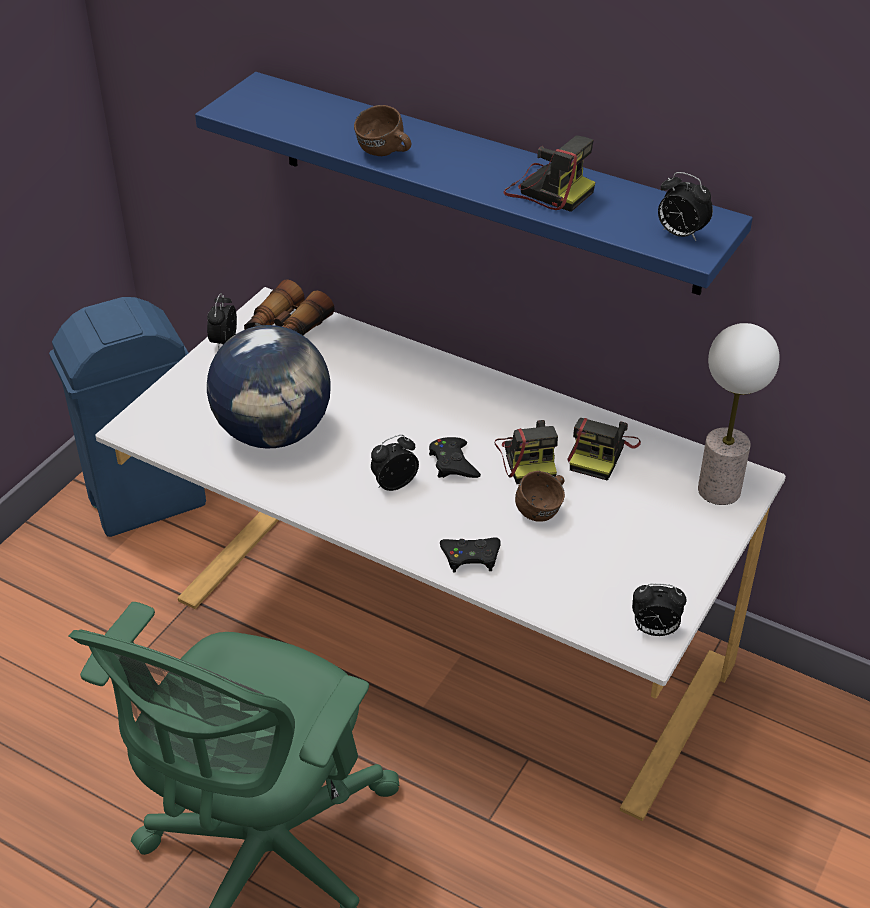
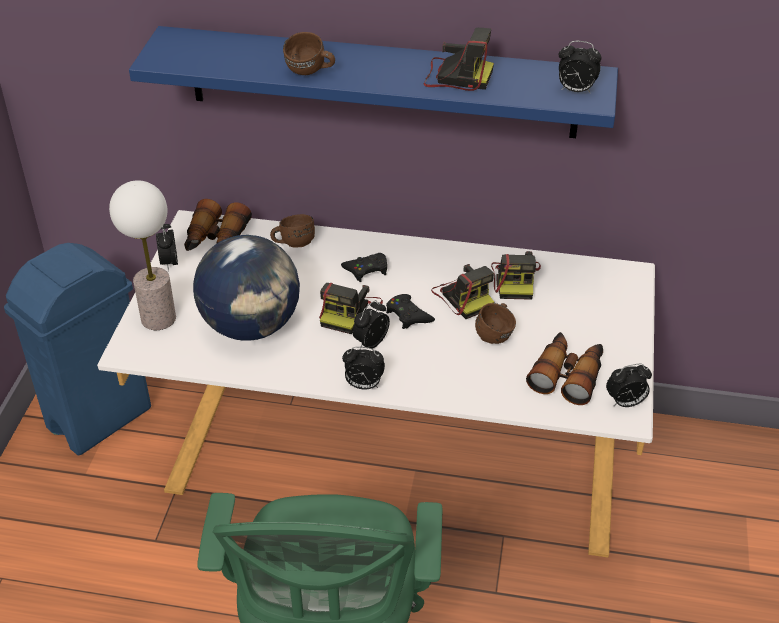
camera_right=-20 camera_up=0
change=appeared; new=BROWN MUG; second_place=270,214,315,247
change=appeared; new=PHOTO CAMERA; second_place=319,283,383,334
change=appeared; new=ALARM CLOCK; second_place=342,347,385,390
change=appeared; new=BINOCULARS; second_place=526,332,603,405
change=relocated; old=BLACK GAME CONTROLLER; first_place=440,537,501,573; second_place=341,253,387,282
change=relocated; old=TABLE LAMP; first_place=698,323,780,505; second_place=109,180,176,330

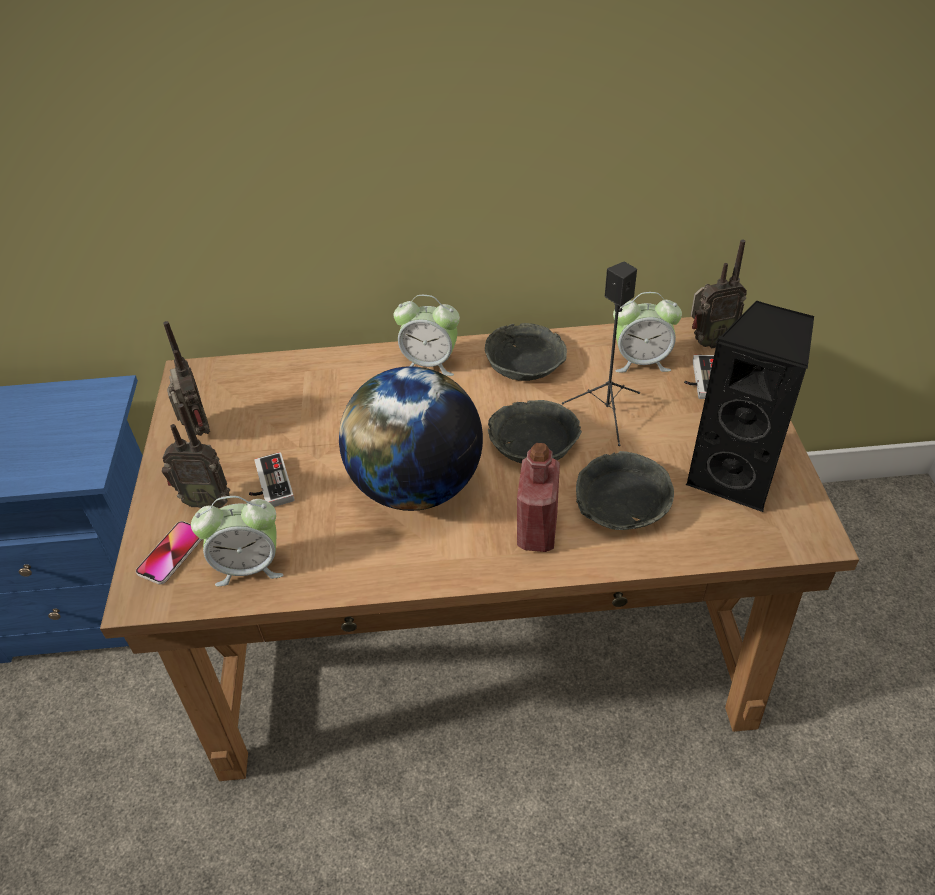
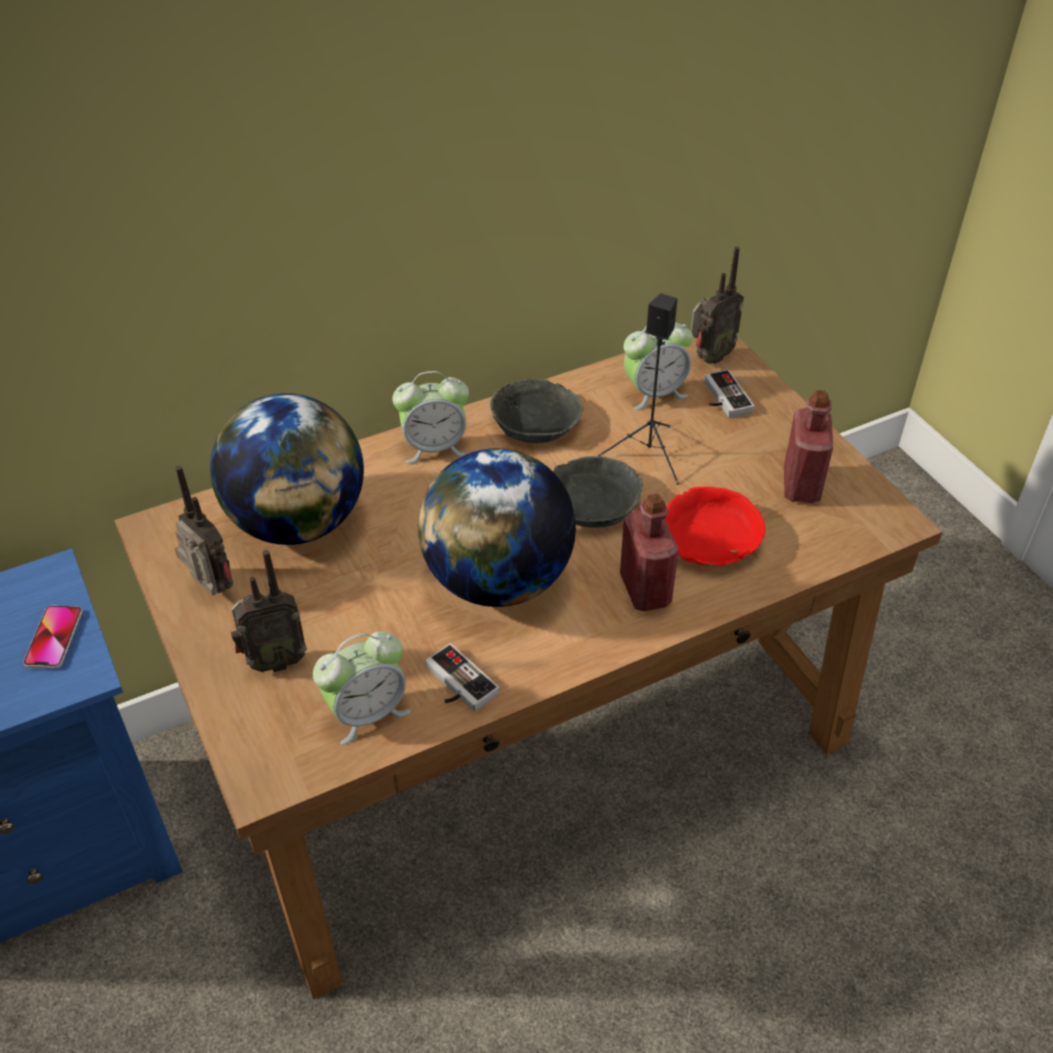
camera_right=-25 camera_up=0
change=appeared; new=GLOBE; second_place=210,393,364,545
change=relocated; old=PHONE; first_place=136,521,202,585; second_place=23,605,83,669
change=relocated; old=GAME CONTROLLER; first_place=249,452,294,507; second_place=425,643,499,712
change=exchanged; old=BLACK SPEAKER; new=RED BOTTLE; first_place=685,300,814,512; second_place=784,390,833,503
change=colour; old=GREY BOWL; new=RED BOWL; first_place=576,451,674,530; second_place=665,487,765,566

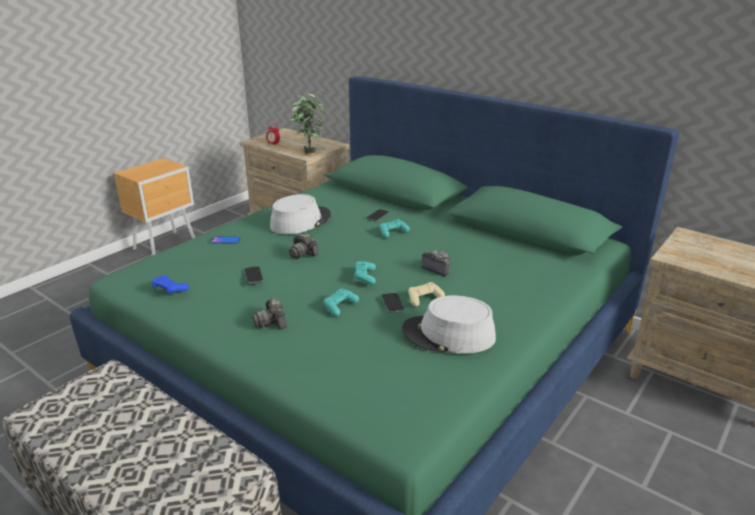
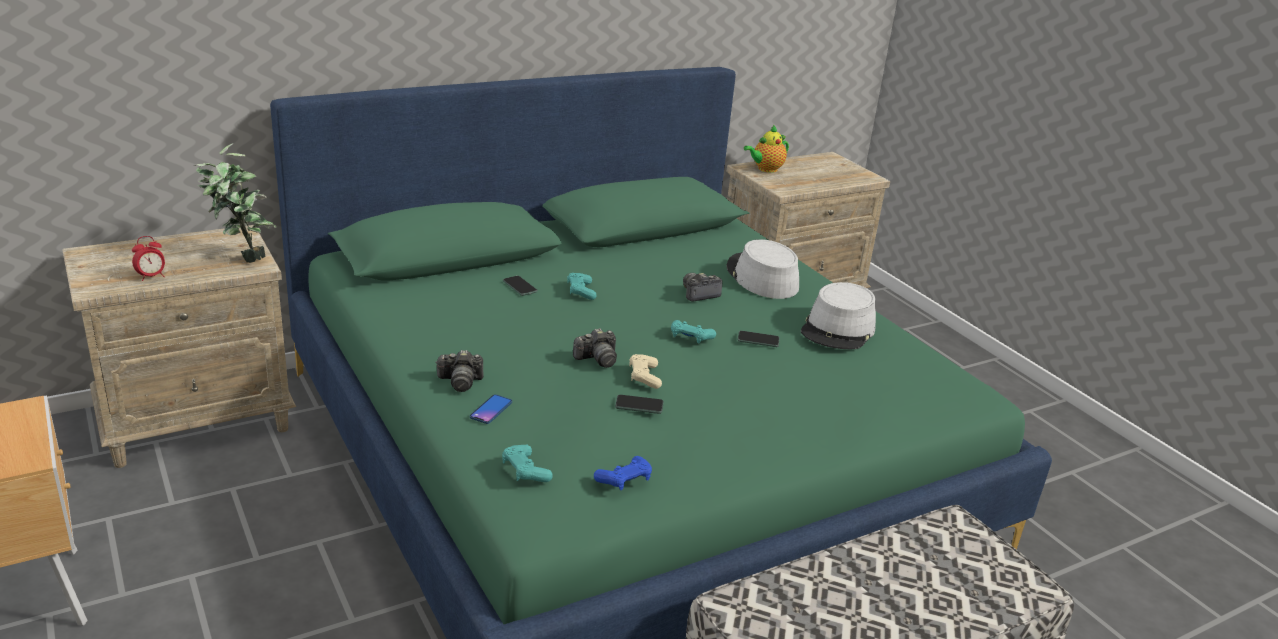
camera_right=-70 camera_up=0
change=appeared; new=TEAPOT; second_place=744,125,789,173
change=relocated; old=PHOTO CAMERA; first_place=252,298,287,329; second_place=435,350,484,392
change=relocated; old=GREY HAT; first_place=270,194,331,234; second_place=726,239,799,299
change=relocated; old=TURQUOISE GAME CONTROLLER; first_place=323,289,359,316; second_place=502,445,553,482
change=relocated; old=BEIGE GAME CONTROLLER; first_place=408,282,445,307; second_place=629,354,662,389

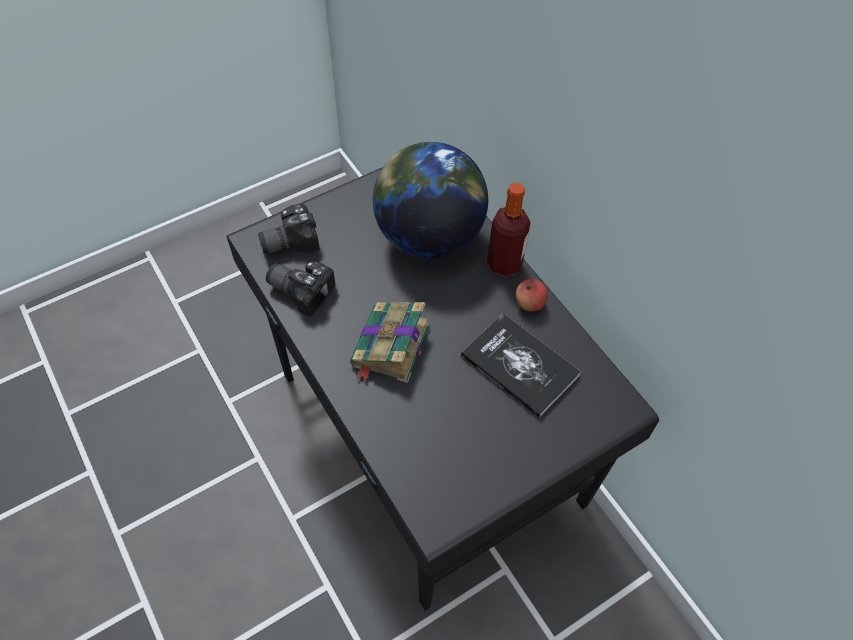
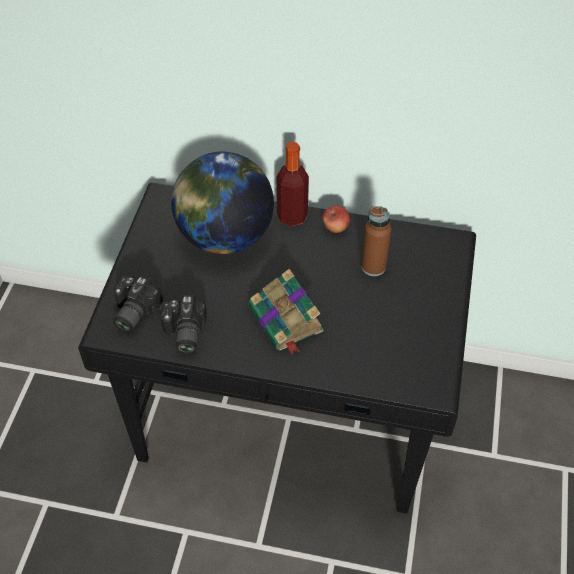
camera_right=-45 camera_up=-5
change=exchanged; old=BOOK; new=BROWN BOTTLE; first_place=461,313,581,418; second_place=361,206,391,276
change=spun; old=PHOTO CAMERA; first_place=266,261,335,317; second_place=159,295,207,355; degrees=-75

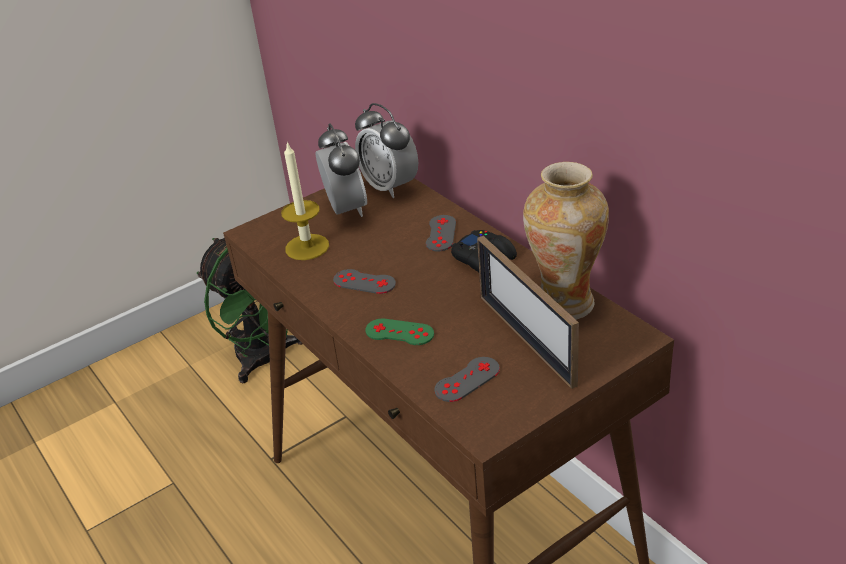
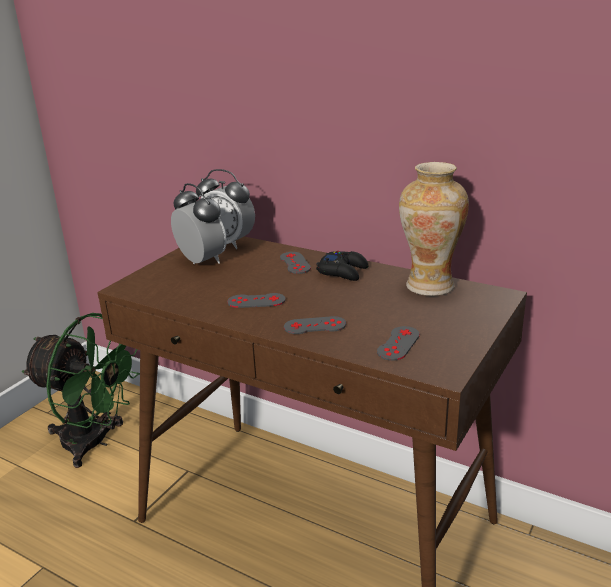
camera_right=-25 camera_up=-10
change=missing; old=CANDLE; first_place=281,141,329,260
change=missing; old=PICTURE FRAME; first_place=477,236,579,389
change=colour; old=GREEN GAME CONTROLLER; new=GREY GAME CONTROLLER; first_place=365,319,434,345; second_place=284,316,346,334

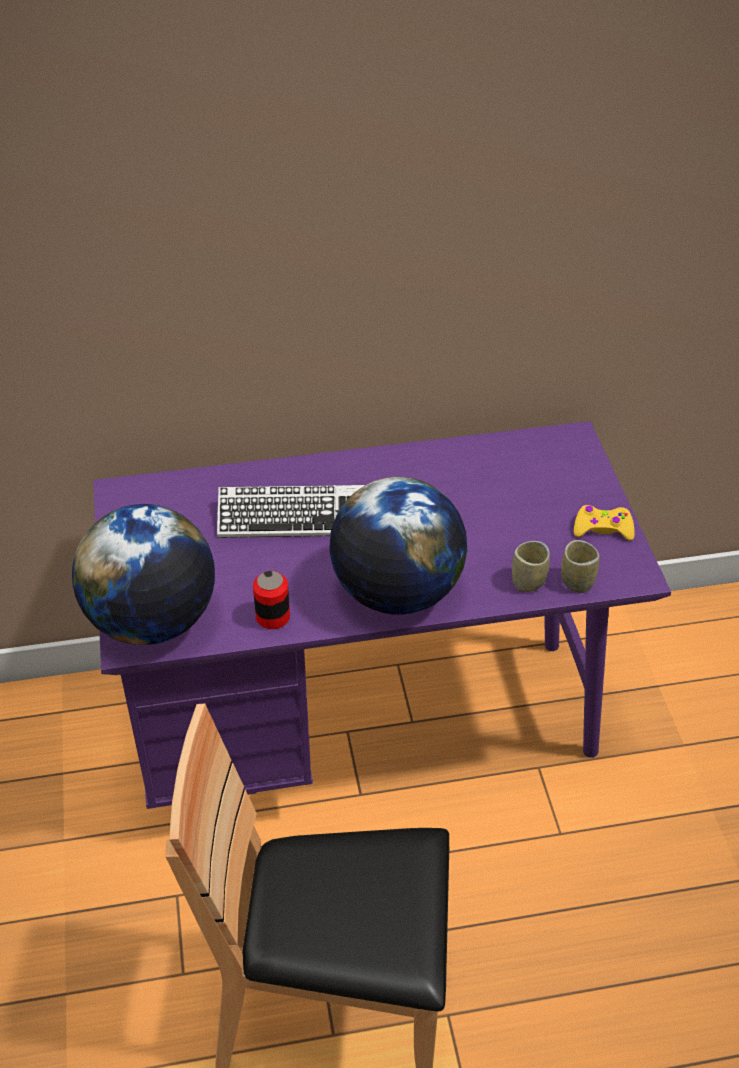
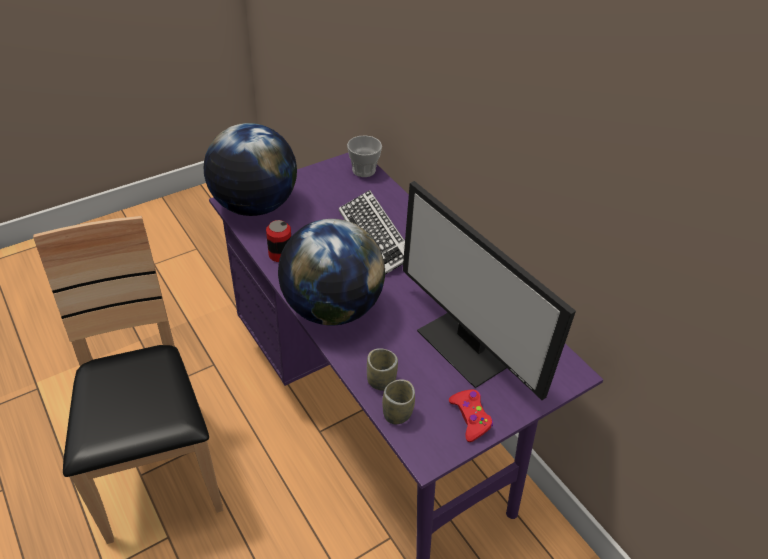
camera_right=65 camera_up=0
change=appeared; new=CUP; second_place=347,135,382,177
change=appeared; new=MONITOR; second_place=403,181,576,400
change=colour; old=YELLOW GAME CONTROLLER; new=RED GAME CONTROLLER; first_place=574,505,634,541; second_place=449,390,493,442

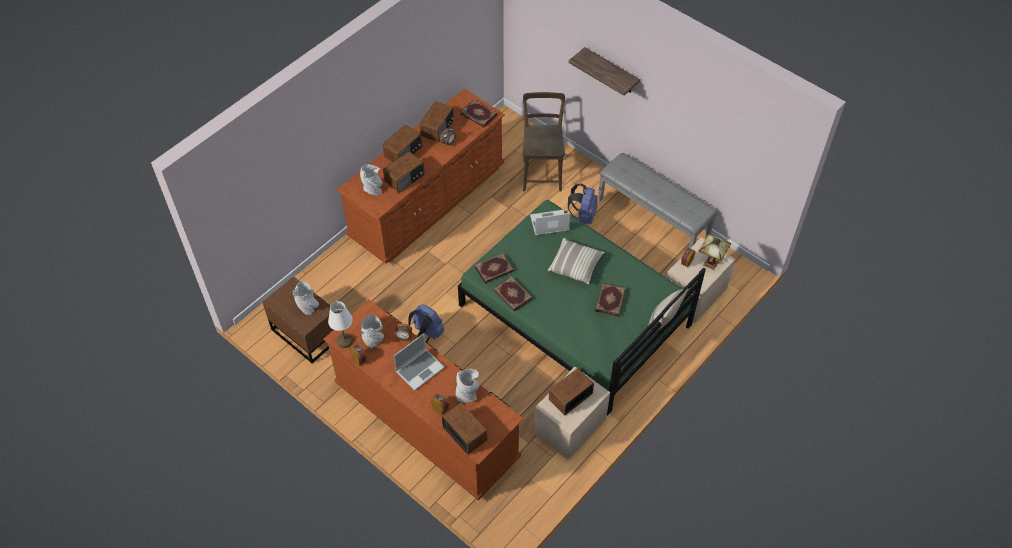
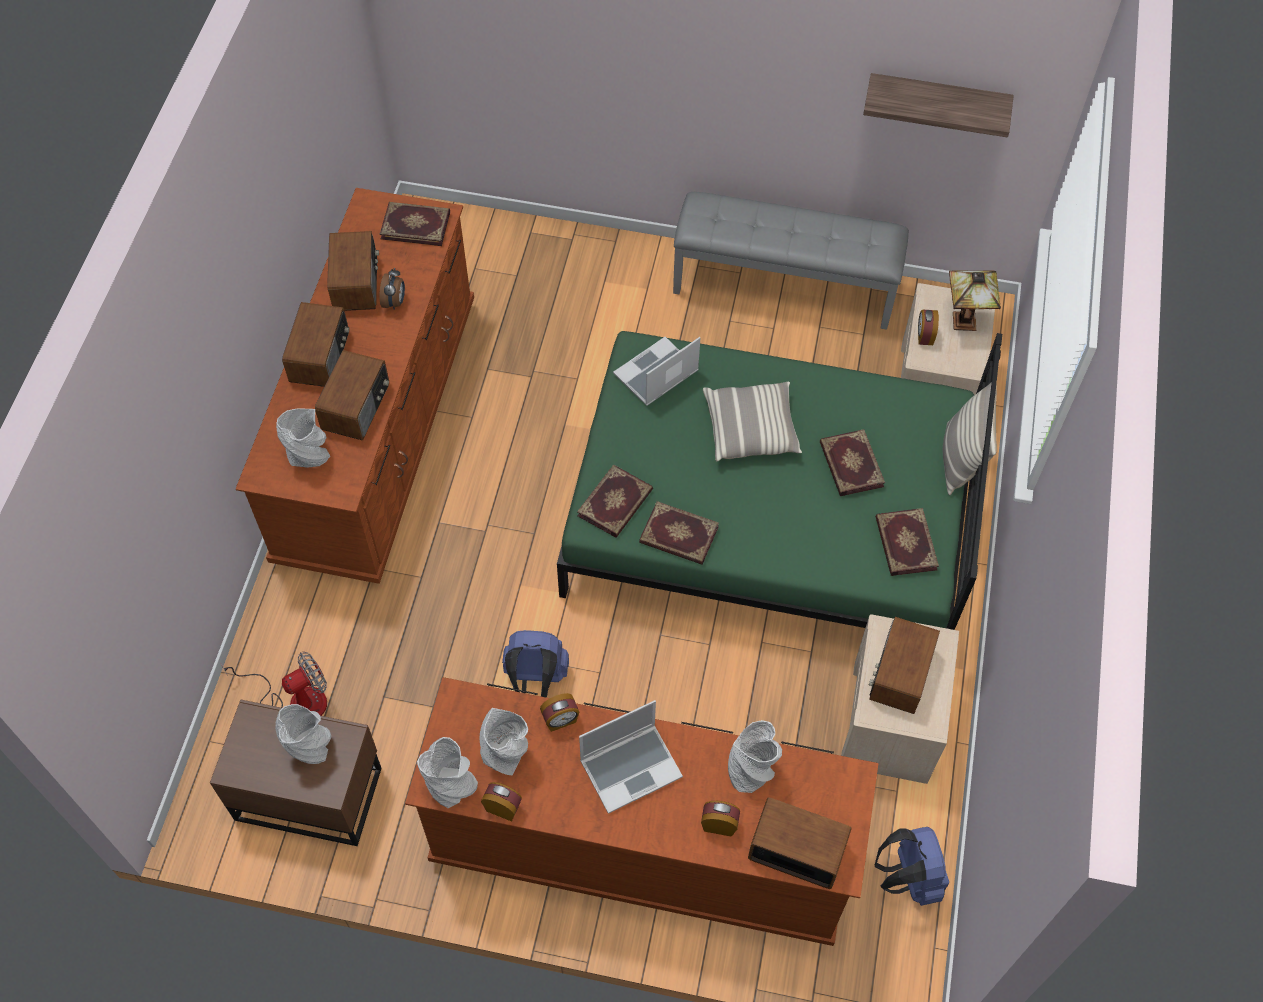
camera_right=-30 camera_up=5
change=missing; old=BROWN CHAIR; first_place=522,92,565,192
change=appeared; new=FAN; second_place=220,652,327,716
change=appeared; new=BOOK; second_place=875,508,939,576
change=relocated; old=BLUE BACKPACK; first_place=568,183,598,224; second_place=875,827,949,906
change=relocated; old=SHELF; first_place=569,47,640,96; second_place=863,73,1014,137
change=exchanged; old=WHITE TABLE LAMP; new=GREY VASE; first_place=328,301,353,348; second_place=417,737,478,808
change=spun; old=LAPTOP; first_place=393,333,445,391; second_place=579,700,683,814; degrees=45

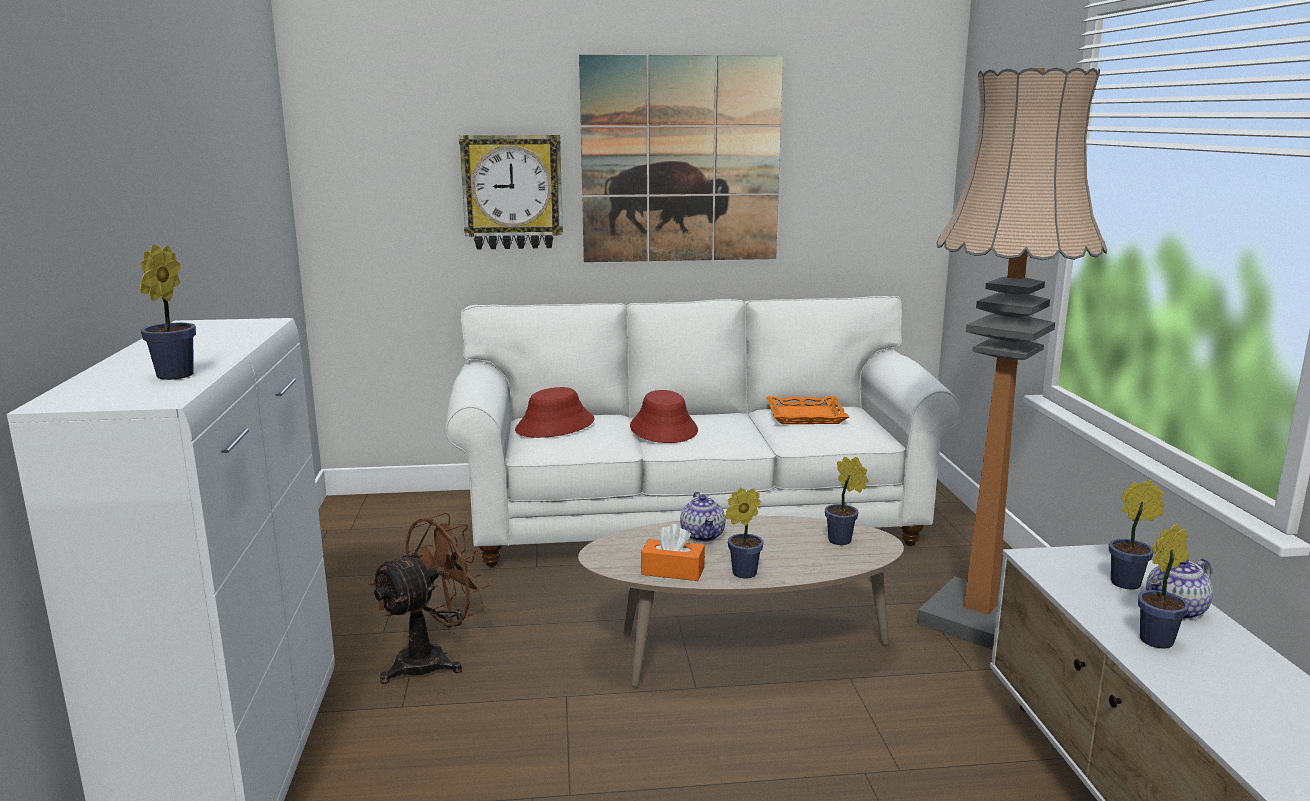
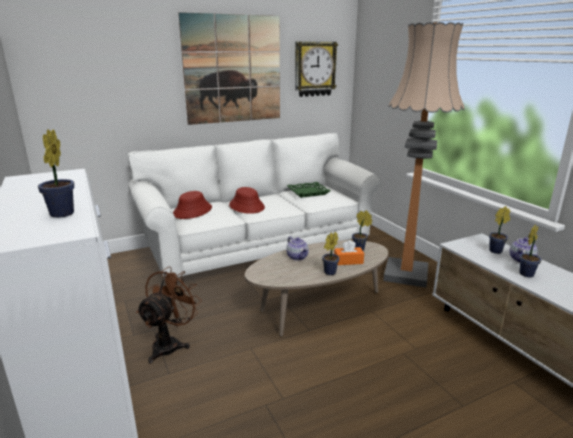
camera_right=-20 camera_up=5
change=relocated; old=WALL CLOCK; first_place=459,135,563,249; second_place=295,42,338,97
change=relocated; old=ORANGE TISSUE BOX; first_place=641,524,705,581; second_place=334,240,364,265
change=colour; old=ORANGE TRAY; new=GREEN TRAY; first_place=766,396,849,424; second_place=287,182,330,198

